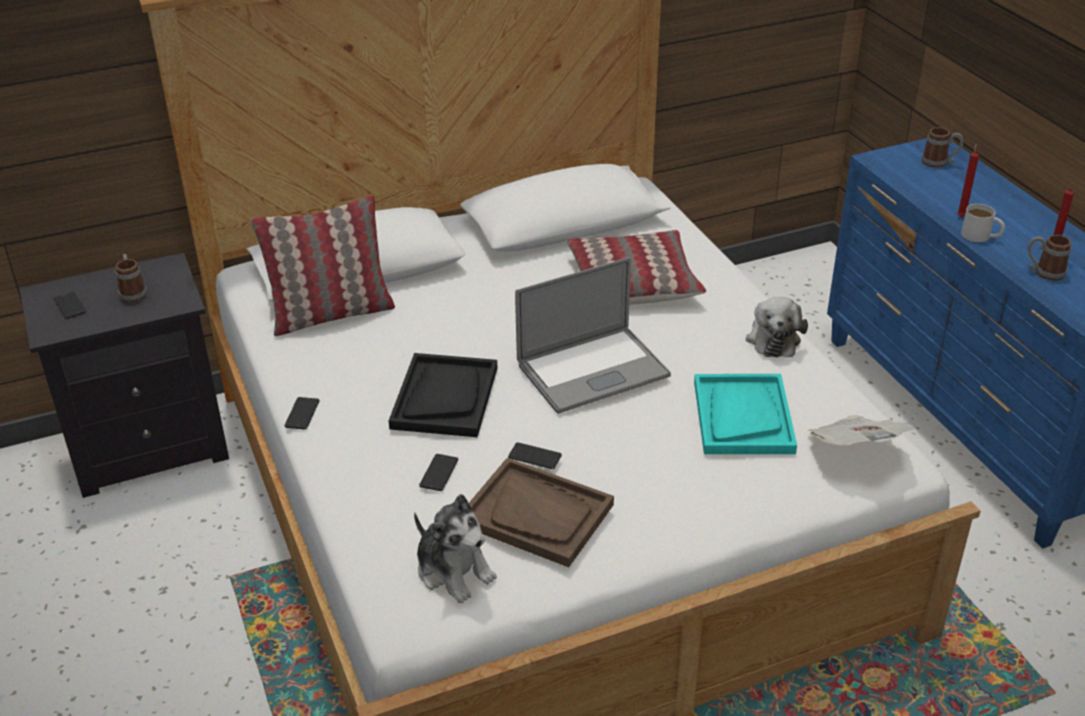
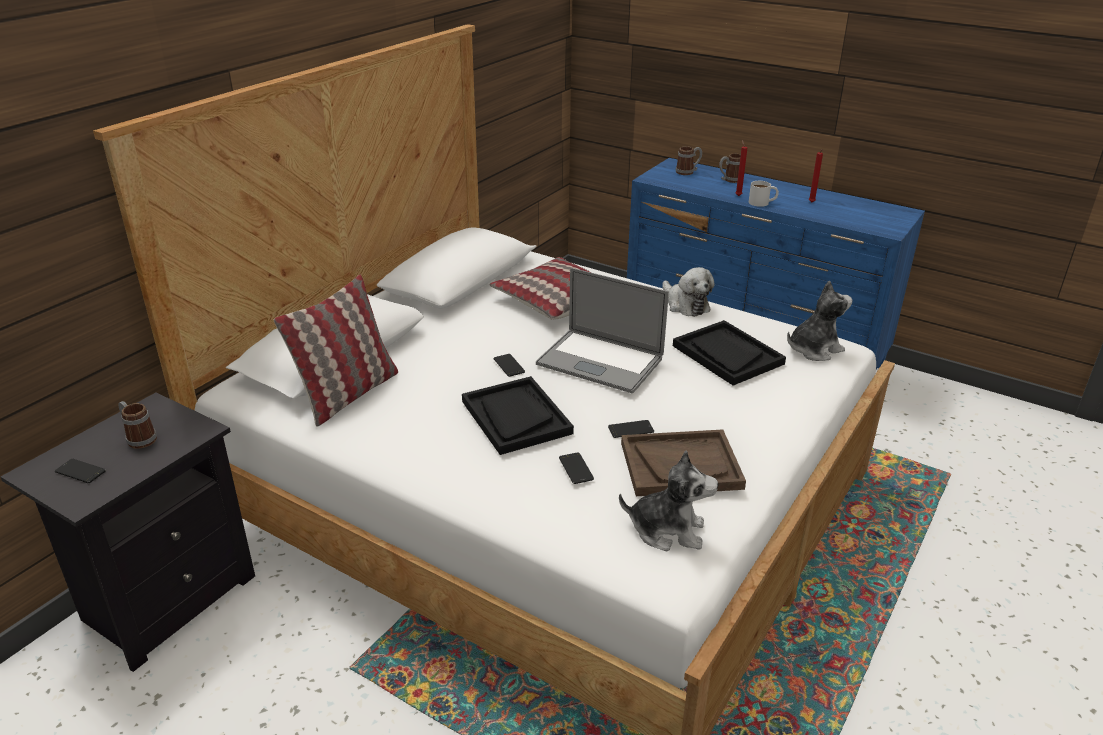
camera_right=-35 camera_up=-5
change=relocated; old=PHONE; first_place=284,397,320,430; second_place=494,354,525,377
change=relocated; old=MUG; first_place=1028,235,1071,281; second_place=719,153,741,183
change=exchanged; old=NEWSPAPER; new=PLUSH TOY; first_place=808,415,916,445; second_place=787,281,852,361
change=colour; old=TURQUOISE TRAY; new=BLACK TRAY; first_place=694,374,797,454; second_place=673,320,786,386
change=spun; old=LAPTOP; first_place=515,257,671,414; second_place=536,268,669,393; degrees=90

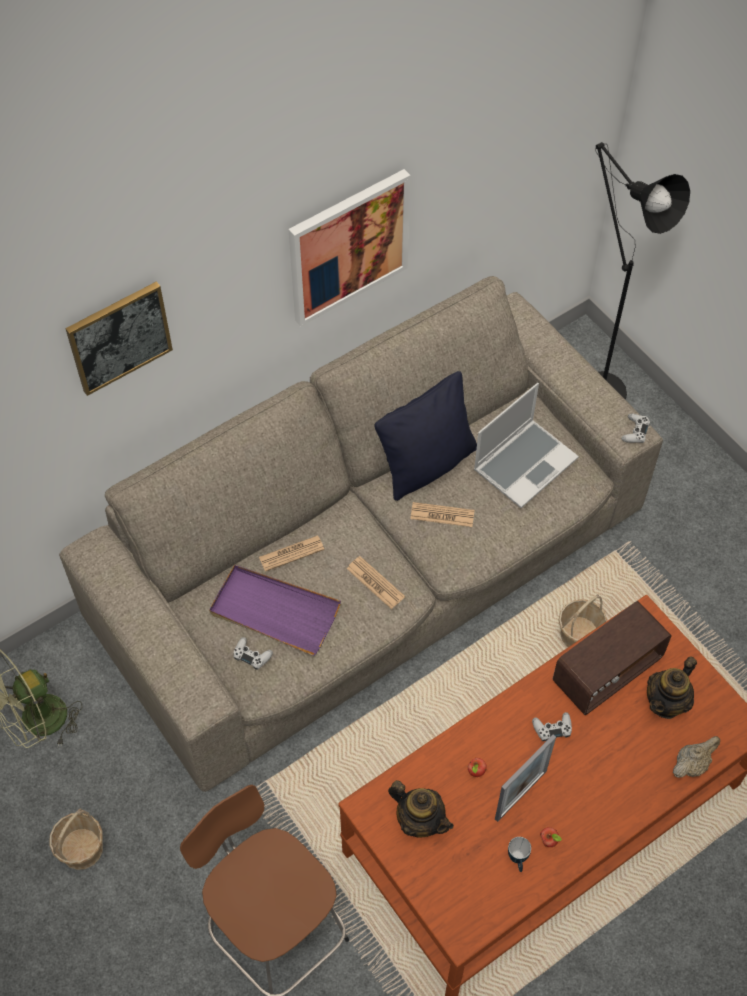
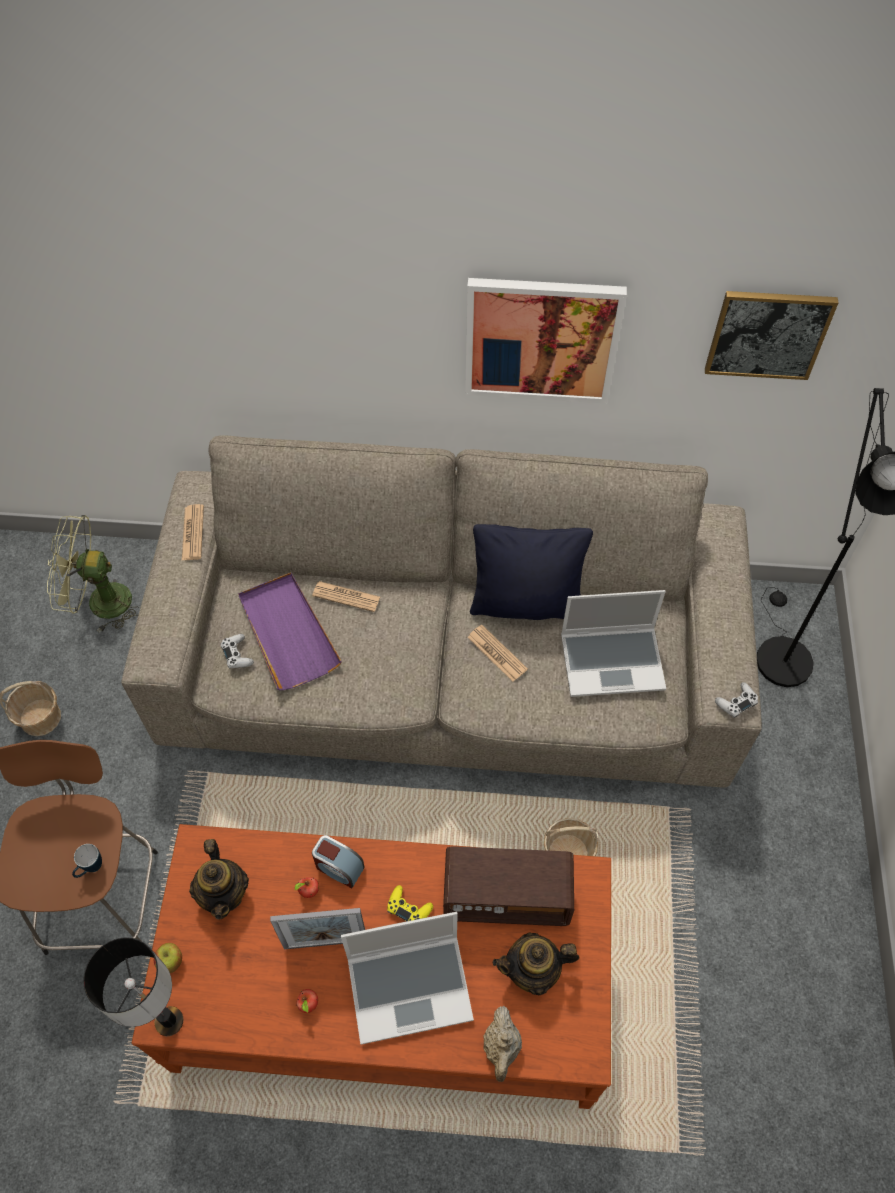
camera_right=40 camera_up=0
change=appeared; new=TABLE LAMP; second_place=83,937,183,1036
change=appeared; new=APPLE; second_place=154,943,182,973
change=appeared; new=ALARM CLOCK; second_place=312,835,365,888
change=appeared; new=LAPTOP; second_place=341,912,474,1045
change=relocated; old=PICTURE; first_place=65,281,173,396; second_place=705,291,838,380
change=relocated; old=NEWSPAPER; first_place=347,556,405,609; second_place=182,504,204,560
change=relocated; old=MUG; first_place=508,837,531,872; second_place=72,844,102,878
change=colour; old=WHITE GAME CONTROLLER; new=YELLOW GAME CONTROLLER; first_place=532,712,572,741; second_place=387,885,433,921
change=spun; old=BEIGE TEAPOT; first_place=673,736,720,778; second_place=483,1006,522,1082; degrees=90

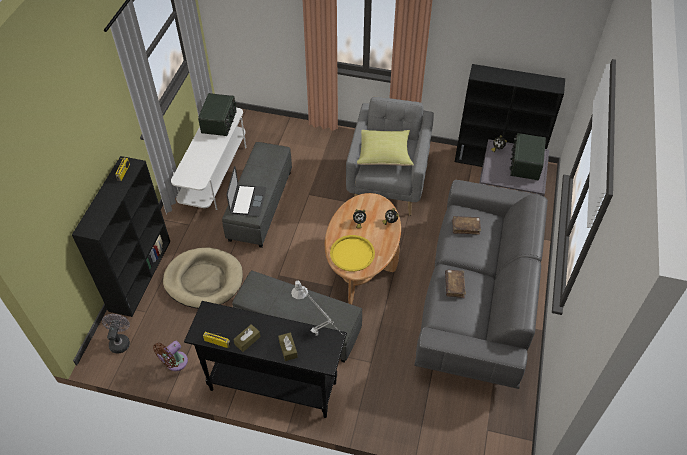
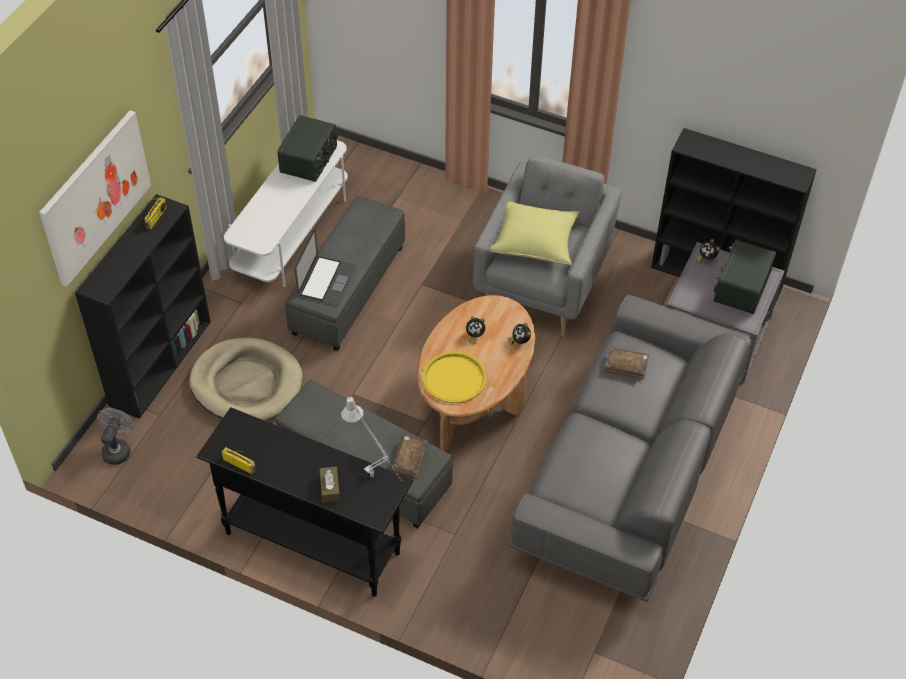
camera_right=10 camera_up=0
change=missing; old=BROWN FAN; first_place=153,341,188,371
change=missing; old=BROWN TISSUE BOX; first_place=233,324,261,352
change=appeared; new=PICTURE; second_place=39,110,151,287
change=relocated; old=BROWN BOOK; first_place=445,270,466,298; second_place=391,435,428,479

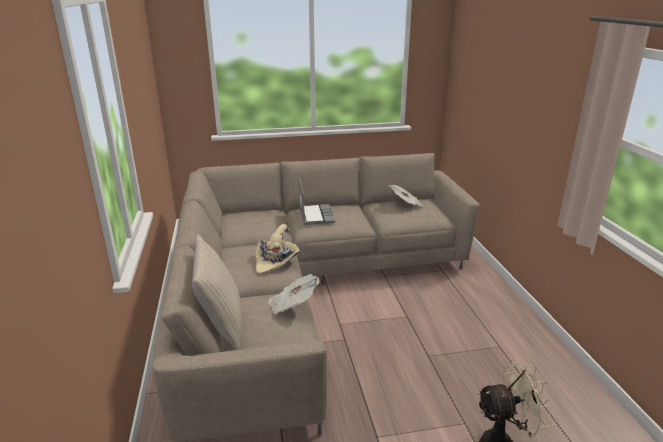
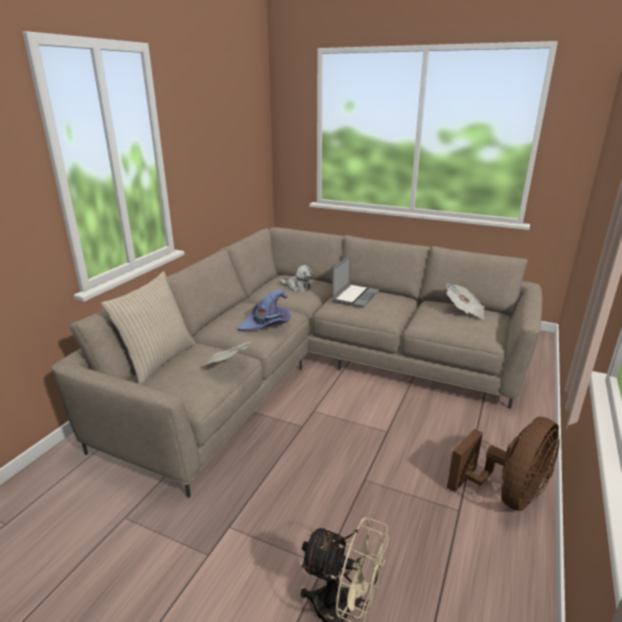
camera_right=35 camera_up=0
change=appeared; new=PLUSH TOY; second_place=280,265,312,292
change=appeared; new=BROWN FAN; second_place=447,417,560,511
change=colour; old=BEIGE HAT; new=PURPLE HAT; first_place=255,224,300,274; second_place=238,289,291,331

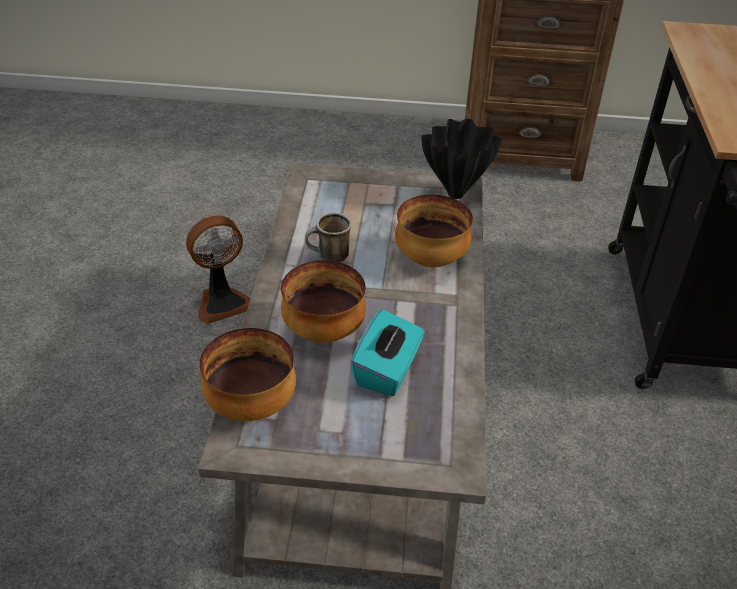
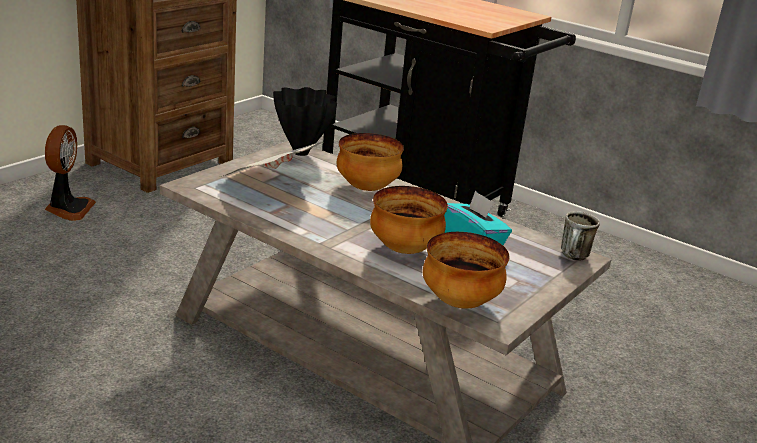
camera_right=-60 camera_up=-15
change=appeared; new=NEWSPAPER; second_place=221,142,324,177
change=relocated; old=FAN; first_place=186,216,250,324; second_place=45,125,96,221
change=relocated; old=MUG; first_place=305,213,351,263; second_place=561,211,600,261

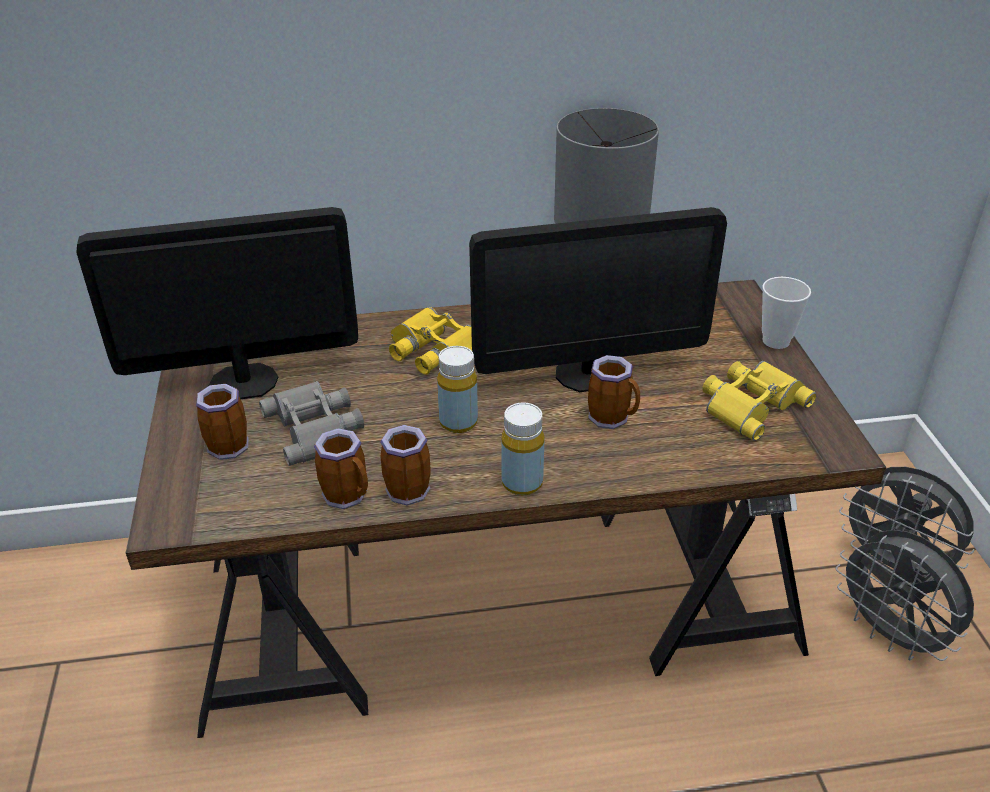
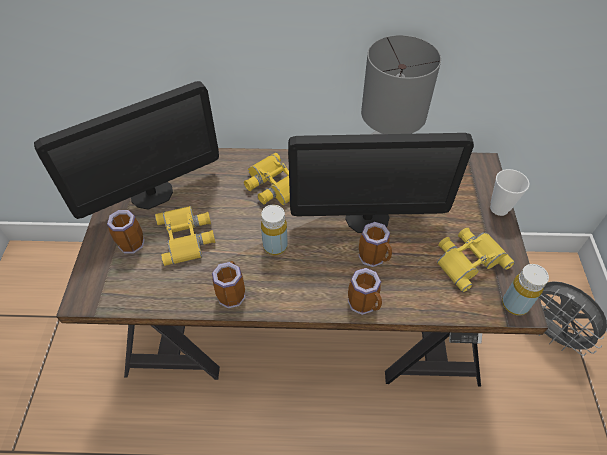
camera_right=10 camera_up=15
change=missing; old=GREY FAN; first_place=836,530,974,661
change=relocated; old=MUG; first_place=314,428,368,509; second_place=348,268,382,315
change=relocated; old=YELLOW BOTTLE; first_place=501,403,545,496; second_place=502,264,549,316
change=colour; old=GREY BINOCULARS; new=YELLOW BINOCULARS; first_place=259,381,364,466; second_place=155,206,215,266
change=spun; old=MONITOR; first_place=76,207,358,399; second_place=34,81,219,219; degrees=150

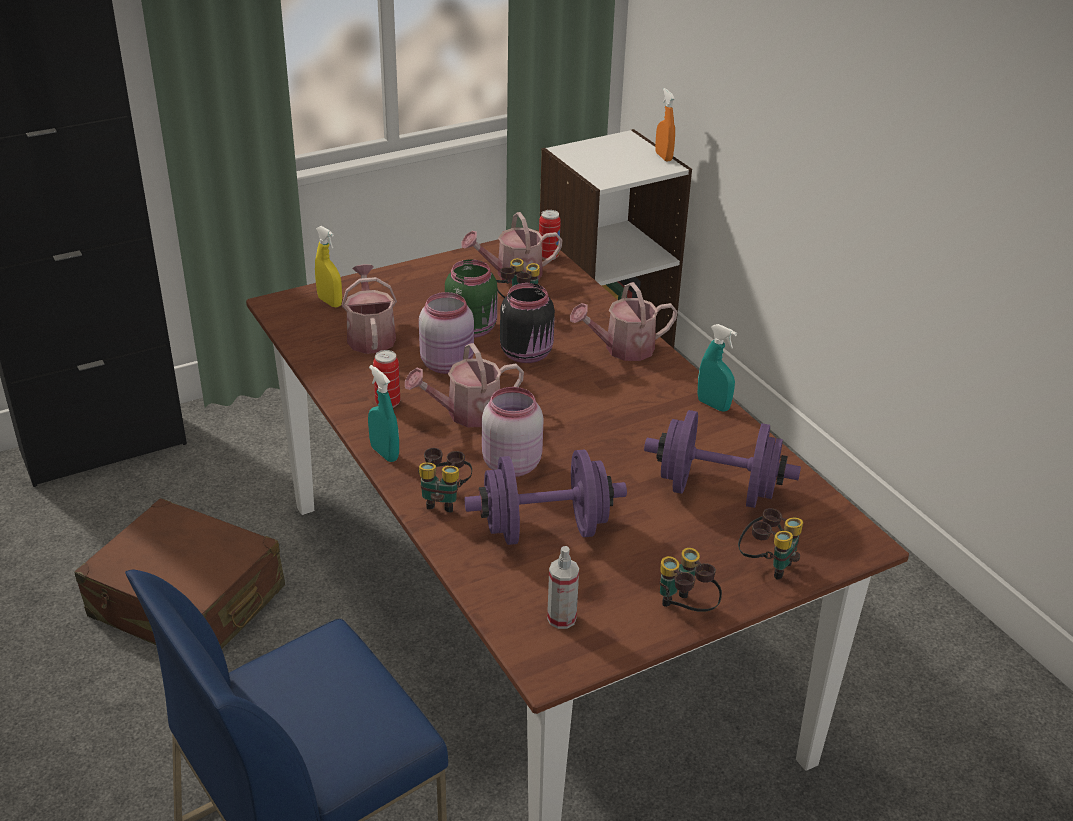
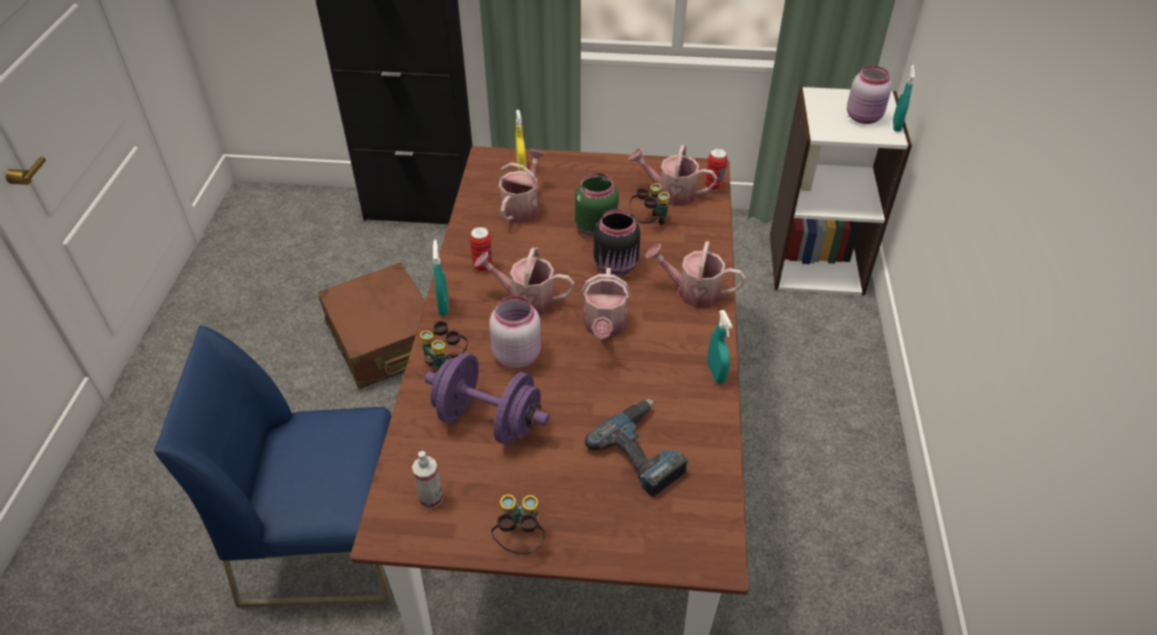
camera_right=35 camera_up=10
change=missing; old=BINOCULARS; first_place=738,508,803,580
change=appeared; new=WATERING CAN; second_place=581,268,631,339
change=relocated; old=PINK JAR; first_place=419,292,474,374; second_place=847,66,892,124
change=exchanged; old=PURPLE DUMBBELL; new=POWER DRILL; first_place=644,410,801,508; second_place=584,399,689,497
change=colour; old=ORANGE SPRAY BOTTLE; new=TURQUOISE SPRAY BOTTLE; first_place=655,88,675,161; second_place=893,65,915,132

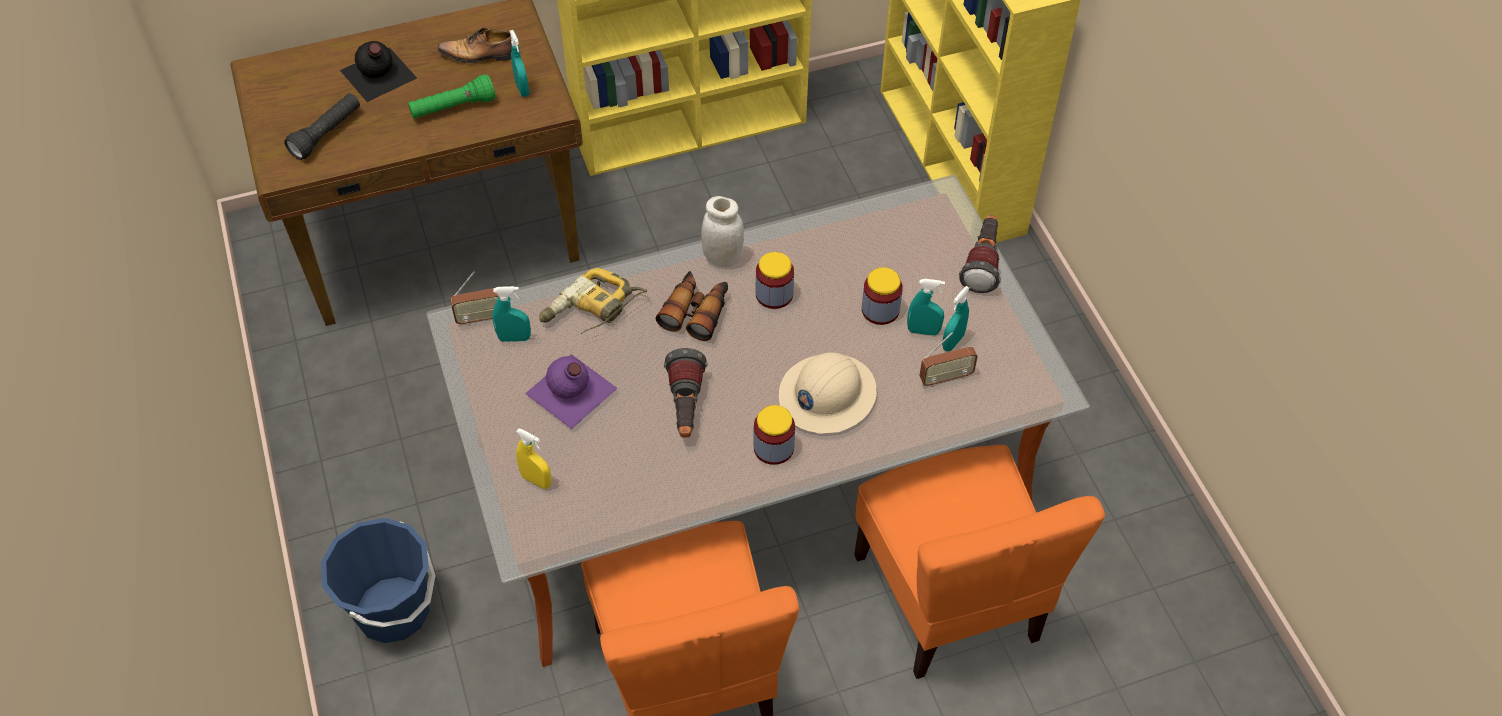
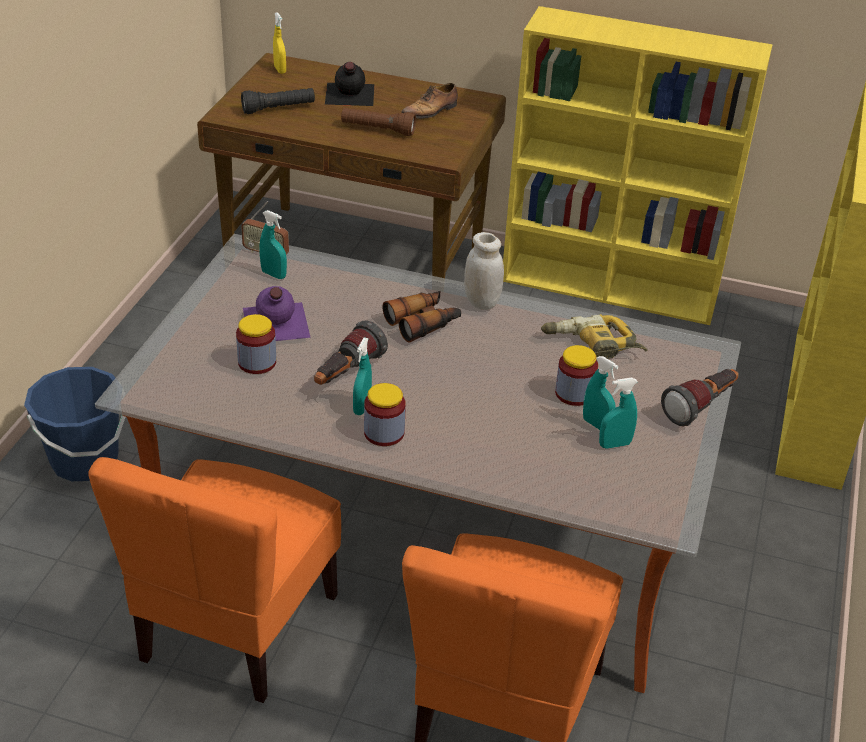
camera_right=35 camera_up=-15
change=missing; old=BEIGE HARD HAT; first_place=779,352,877,434
change=missing; old=RADIO; first_place=920,332,978,387
change=relocated; old=TURQUOISE SPRAY BOTTLE; first_place=510,30,530,97; second_place=353,337,372,415
change=relocated; old=YELLOW SPRAY BOTTLE; first_place=516,428,551,489; second_place=273,12,286,74
change=relocated; old=POWER DRILL; first_place=539,268,647,334; second_place=541,314,648,359
change=relocated; old=JAR; first_place=756,252,794,309; second_place=236,314,276,374
change=colour; old=GREEN FLASHLIGHT; new=BROWN FLASHLIGHT; first_place=408,74,496,118; second_place=341,108,416,136
change=spun; old=SHOE; first_place=438,27,512,63; second_place=401,83,458,119; degrees=-75

